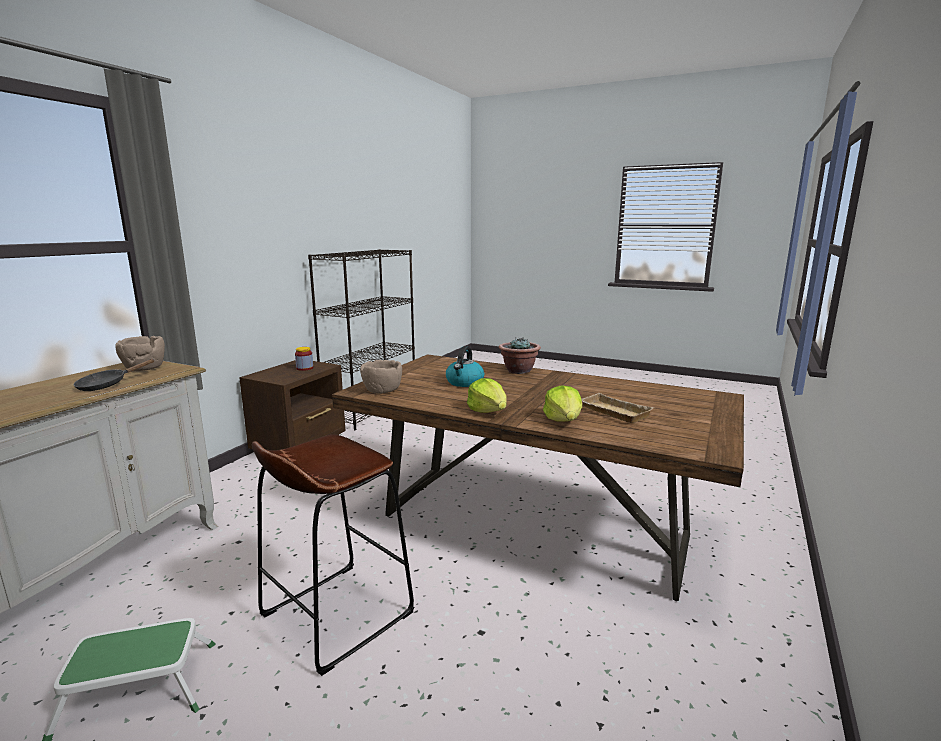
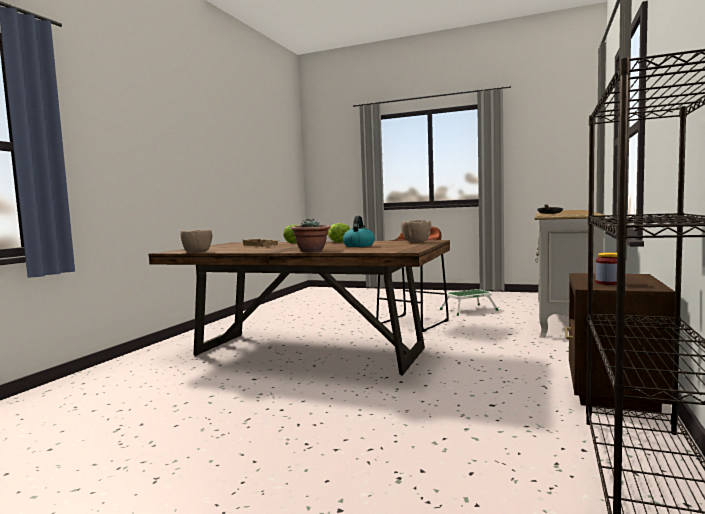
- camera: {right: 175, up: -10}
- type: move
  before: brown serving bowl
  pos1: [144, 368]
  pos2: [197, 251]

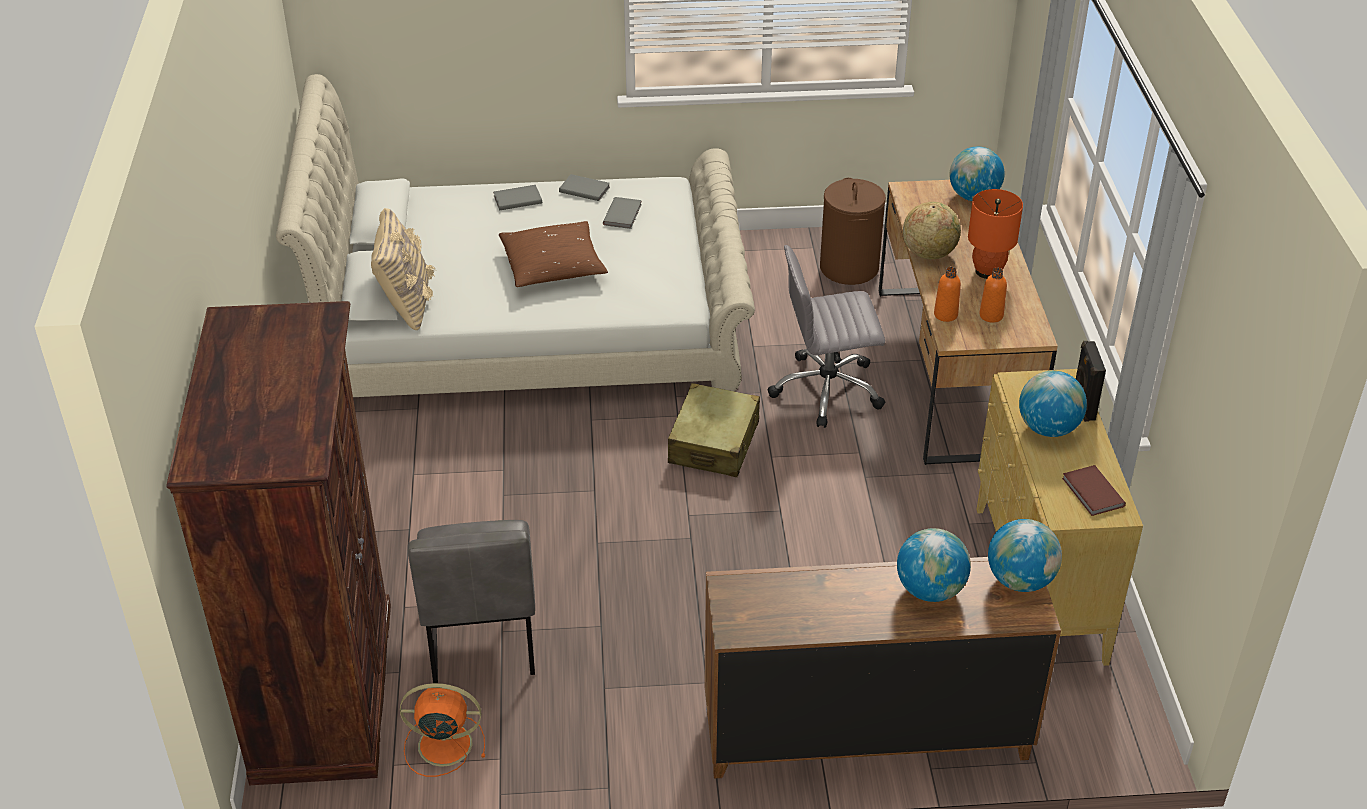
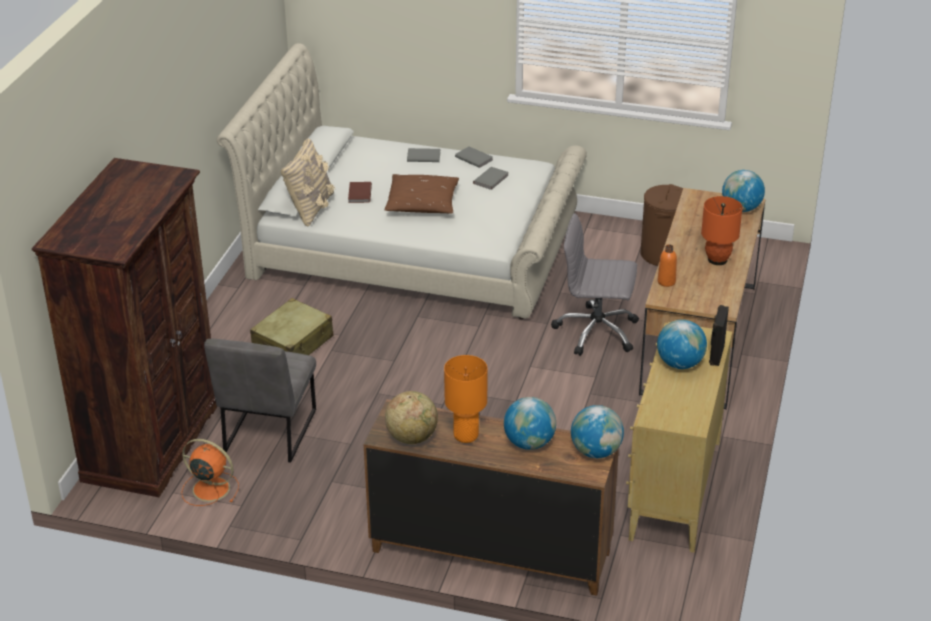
- camera: {right: 20, up: -5}
- type: move
  before: world globe
  pos1: [929, 253]
  pos2: [412, 437]
- type: delete
  before: orangey bottle
  pos1: [991, 315]
- type: move
  before: beige-coloured piece of luggage
  pos1: [714, 443]
  pos2: [293, 343]
- type: move
  before: brown book
  pos1: [1092, 493]
  pos2: [359, 194]
- type: insert
  after: orangey tabletop lamp
  pos2: [466, 437]

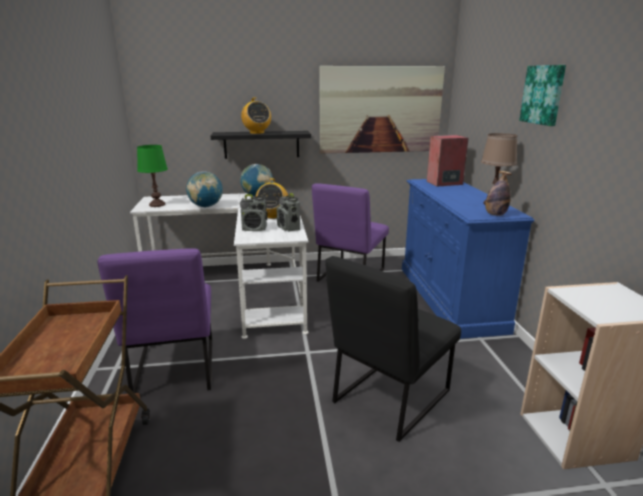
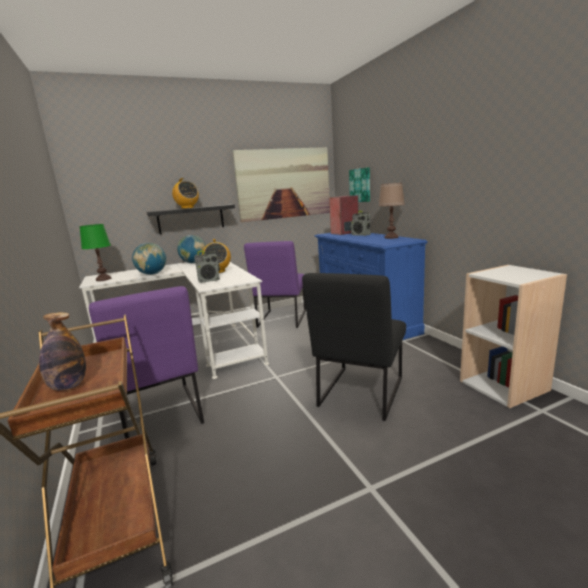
- camera: {right: -15, up: -5}
- type: move
  before: wall art
  pos1: [543, 95]
  pos2: [360, 185]
- type: move
  before: bottle
  pos1: [495, 214]
  pos2: [68, 386]
- type: move
  before: radio
  pos1: [288, 228]
  pos2: [361, 235]

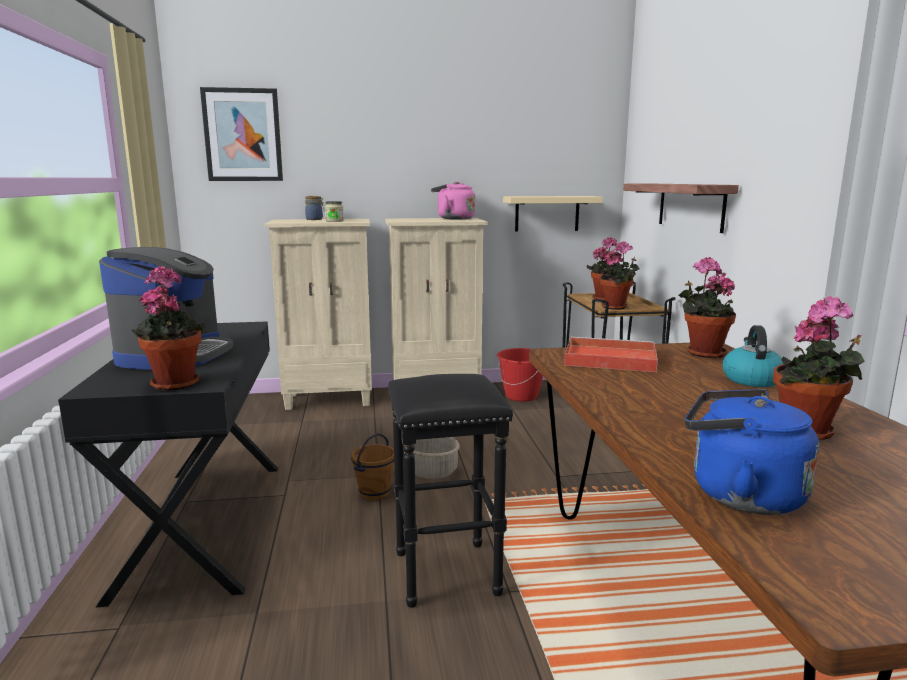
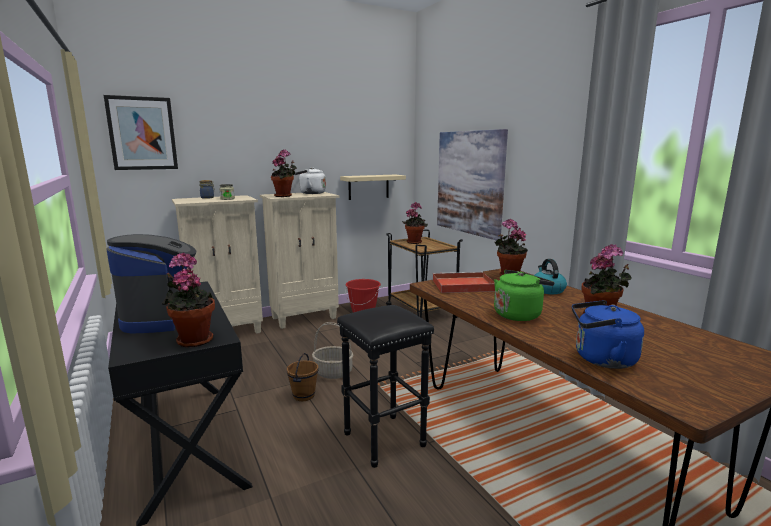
- camera: {right: -20, up: 0}
- type: recolor
  before: pink-coloured tea kettle
  after: white-coloured tea kettle
  pos1: [453, 218]
  pos2: [310, 193]
- type: replace
  before: wall shelf
  after: wall art
  pos1: [690, 206]
  pos2: [469, 182]
- type: move
  before: plant in a pot
  pos1: [616, 307]
  pos2: [284, 196]
- type: insert
  after: green-coloured tea kettle
  pos2: [519, 314]

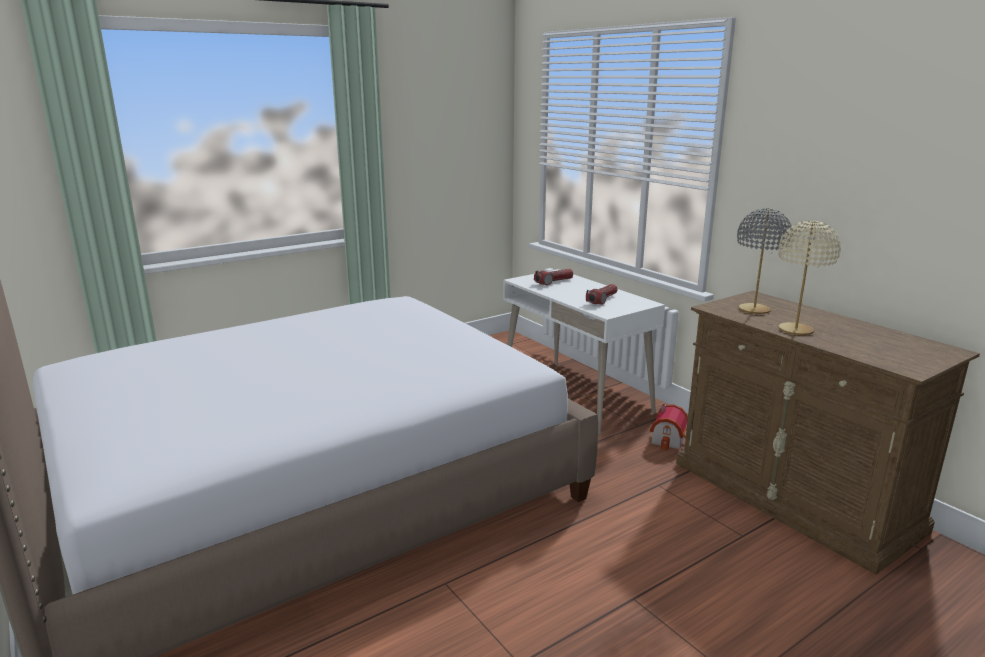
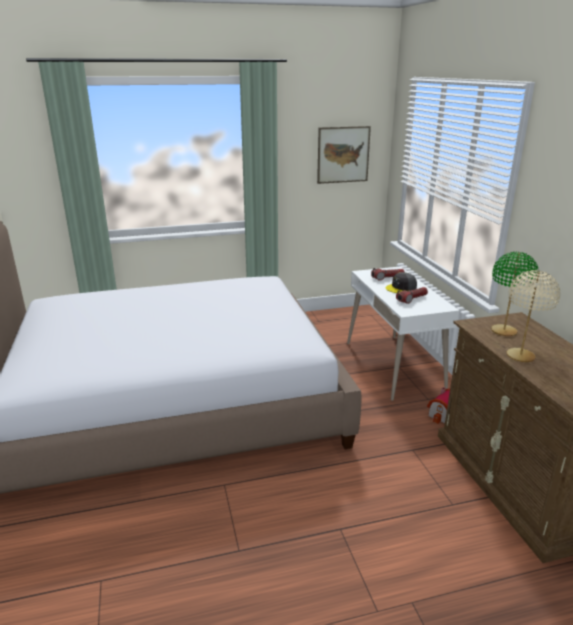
- camera: {right: 20, up: 5}
- type: recolor
  before: gray tabletop lamp
  after: green-coloured tabletop lamp
  pos1: [754, 309]
  pos2: [503, 331]
- type: insert
  after: wall art
  pos2: [343, 154]
- type: insert
  after: gray cap
  pos2: [401, 288]

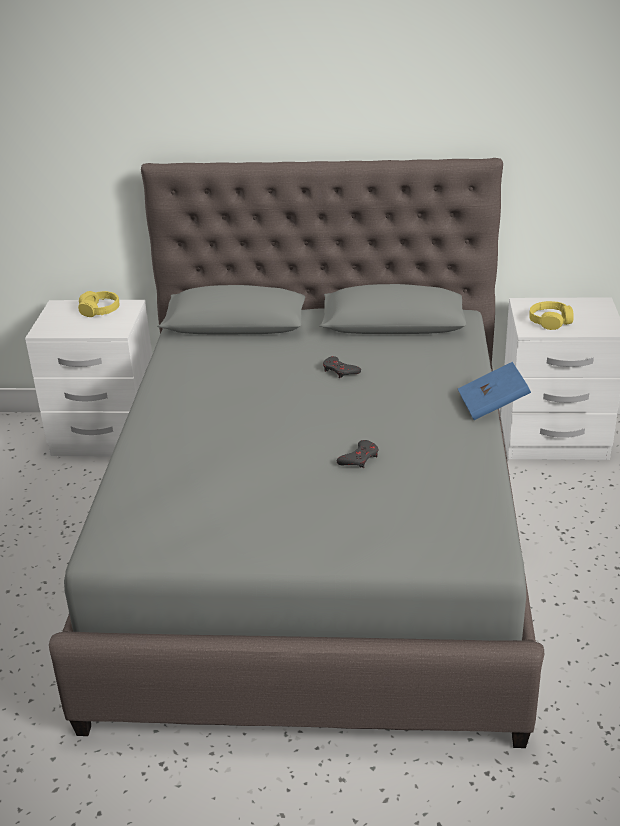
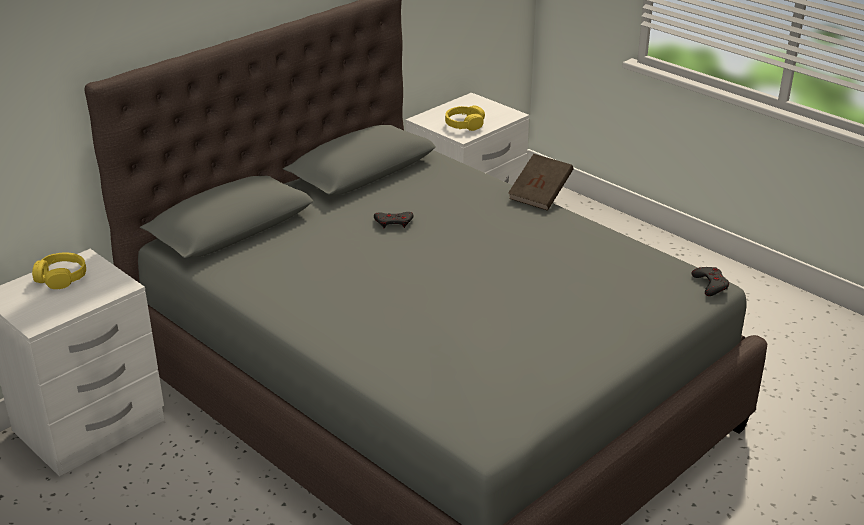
- camera: {right: -50, up: 0}
- type: recolor
  before: blue-coloured book
  after: brown book
  pos1: [492, 405]
  pos2: [540, 195]
- type: move
  before: gray gamepad
  pos1: [359, 458]
  pos2: [710, 284]

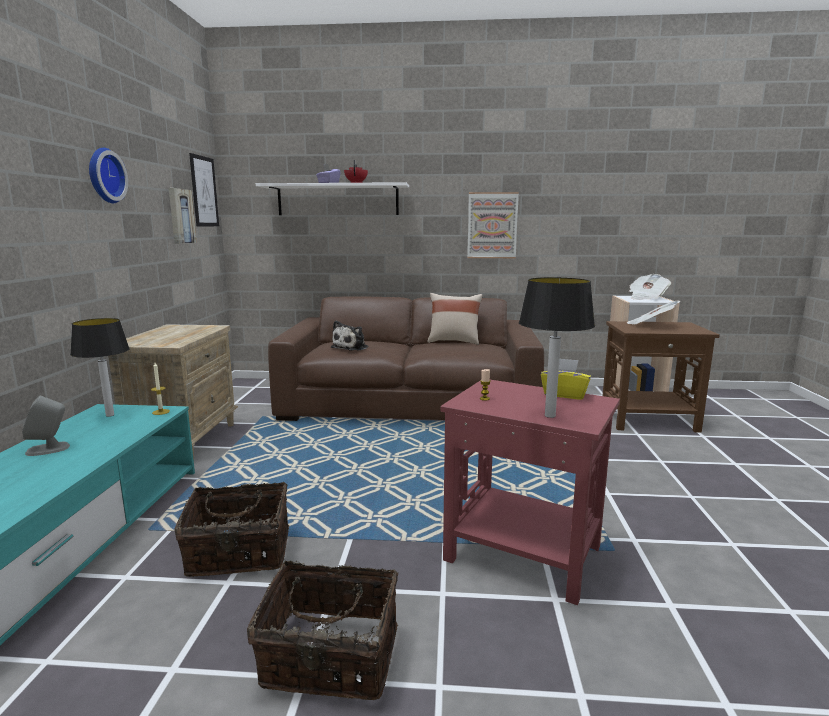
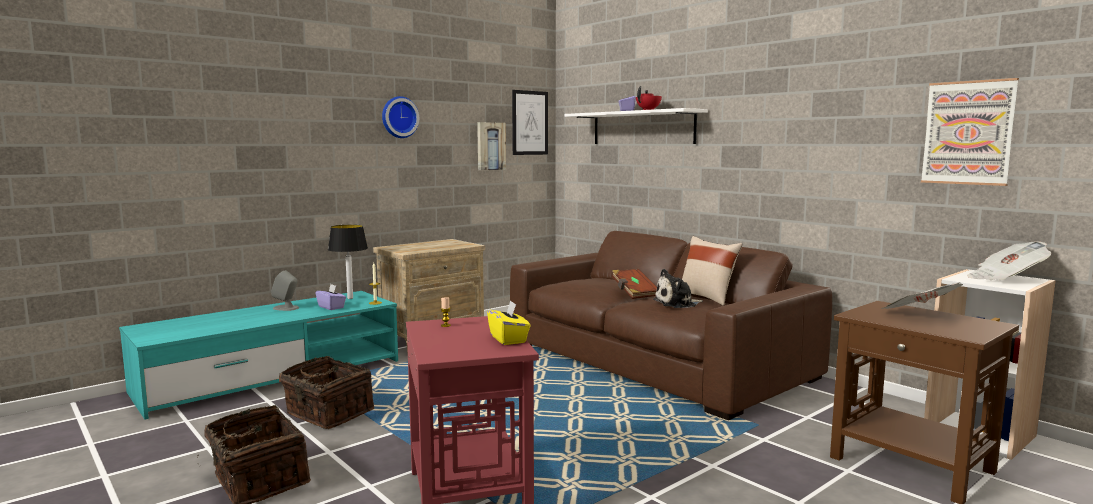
- camera: {right: 45, up: -5}
- type: move
  before: wall art
  pos1: [492, 225]
  pos2: [968, 133]
- type: delete
  before: tabletop lamp
  pos1: [549, 415]
- type: move
  before: soft toy
  pos1: [351, 347]
  pos2: [677, 303]
- type: insert
  after: brown book
  pos2: [634, 293]
- type: insert
  after: purplish box of tissues
  pos2: [331, 307]

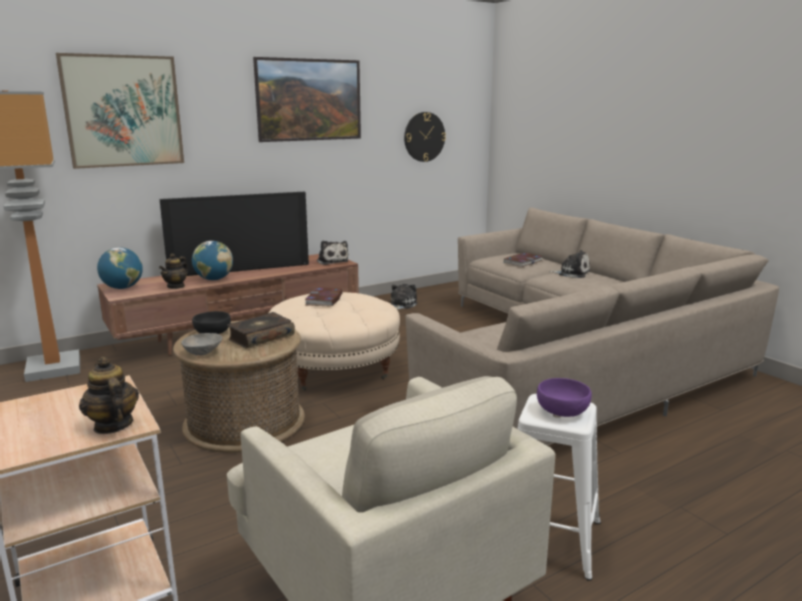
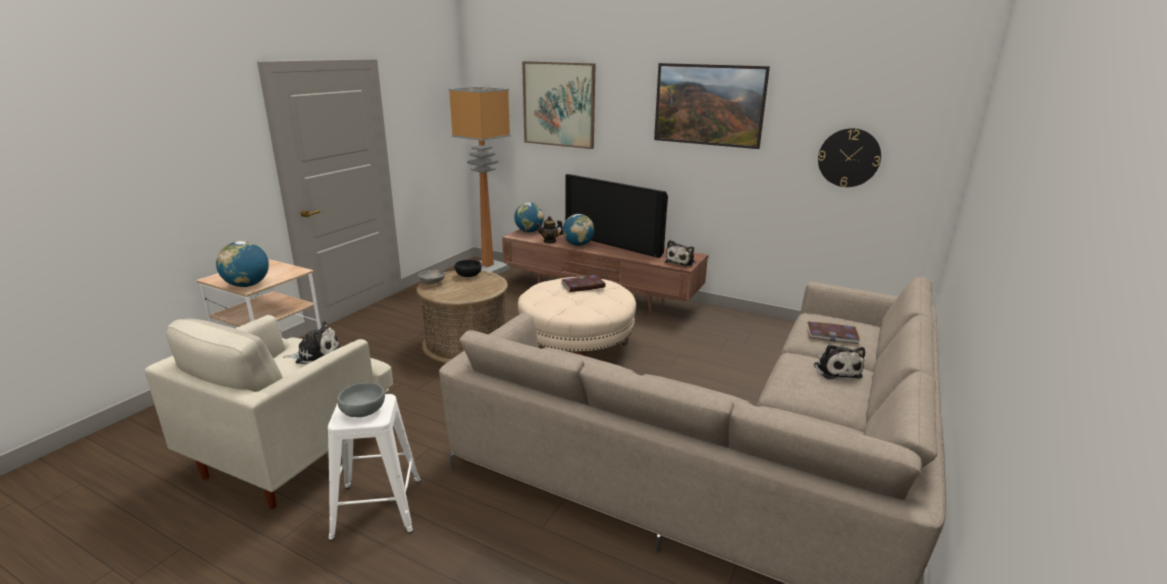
- camera: {right: 60, up: 5}
- type: move
  before: soft toy
  pos1: [401, 305]
  pos2: [315, 355]
- type: delete
  before: book
  pos1: [261, 337]
- type: replace
  before: pot for tea
  after: world globe
  pos1: [113, 425]
  pos2: [247, 285]
- type: recolor
  before: purplish serving bowl
  after: gray serving bowl
  pos1: [562, 410]
  pos2: [364, 410]

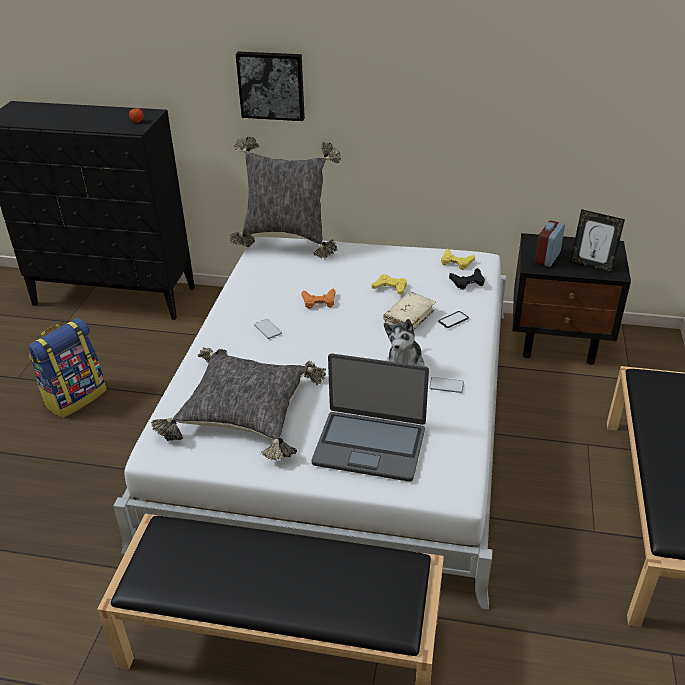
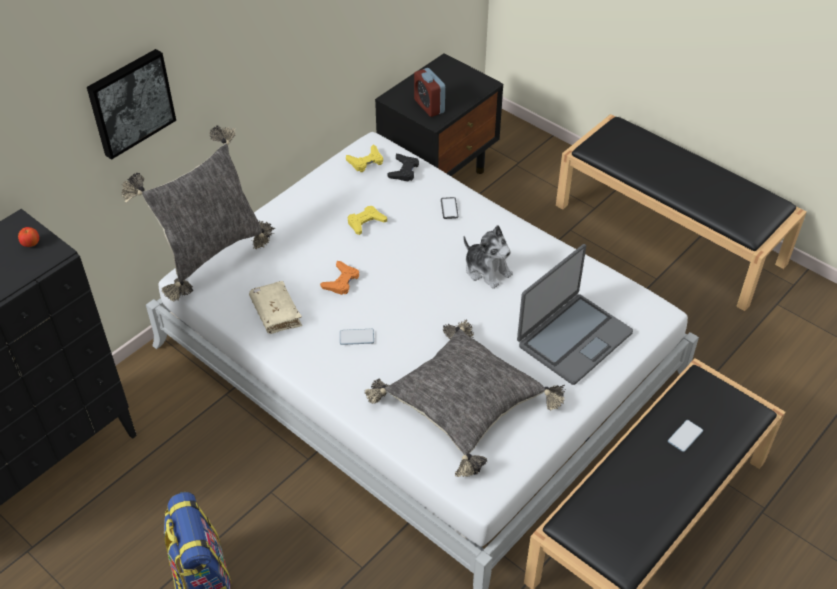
- camera: {right: -60, up: 10}
- type: delete
  before: standing frame
  pos1: [591, 265]
- type: move
  before: beige-coloured book
  pos1: [409, 317]
  pos2: [276, 313]
- type: move
  before: telephone
  pos1: [446, 385]
  pos2: [685, 436]

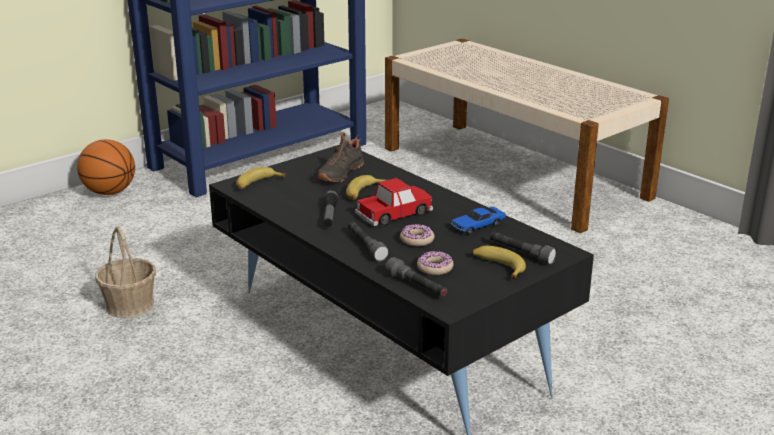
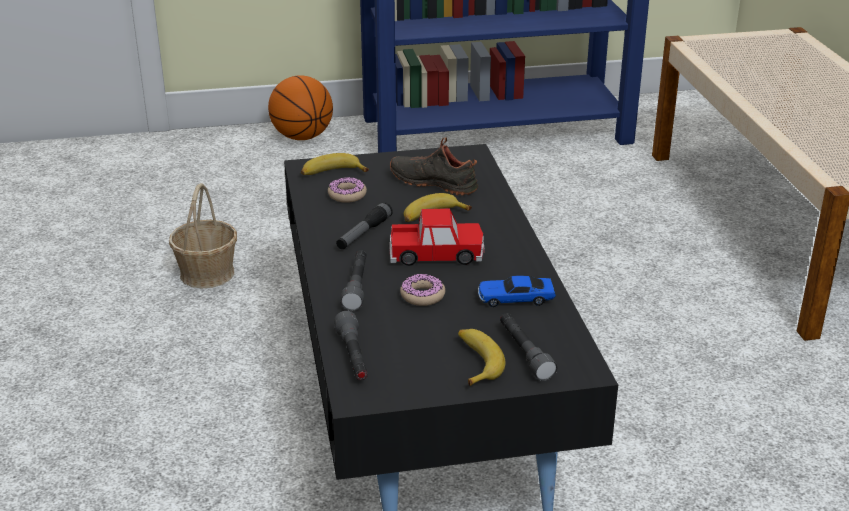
- camera: {right: 30, up: 5}
- type: rotate
  before: blackish low shoe
  pos1: [339, 173]
  pos2: [434, 182]
  turn: 60
- type: move
  before: ring doughnut
  pos1: [435, 268]
  pos2: [347, 195]

